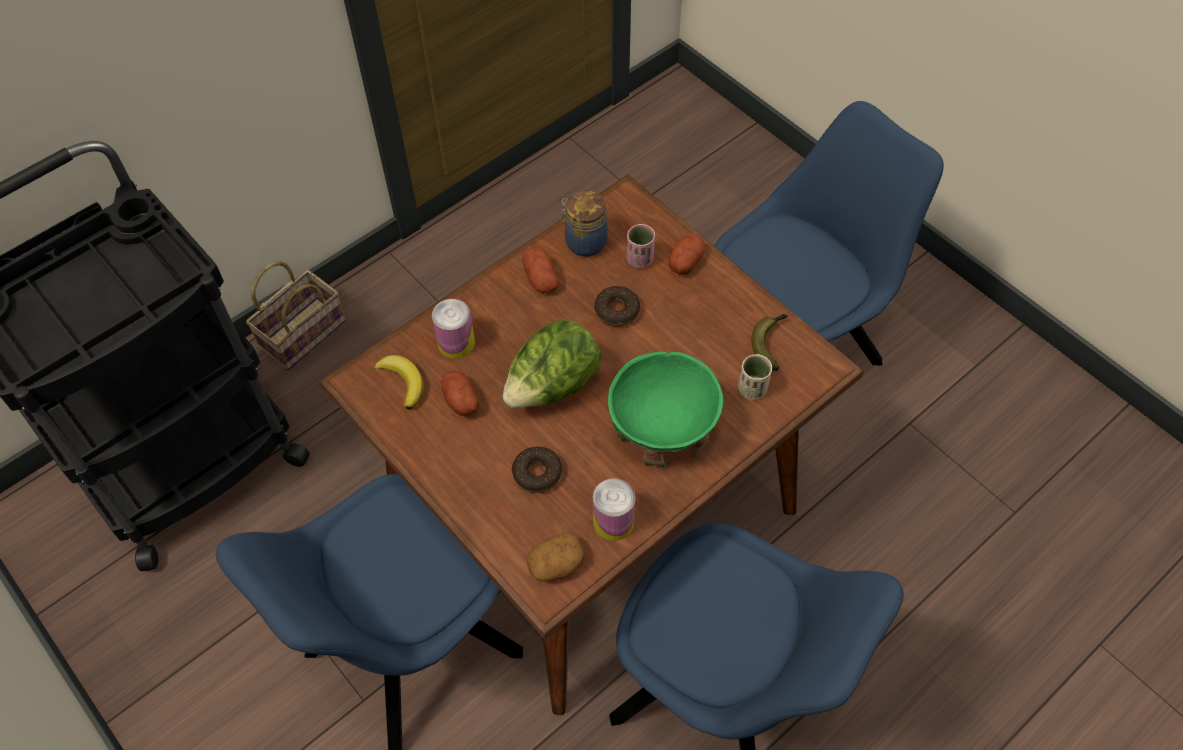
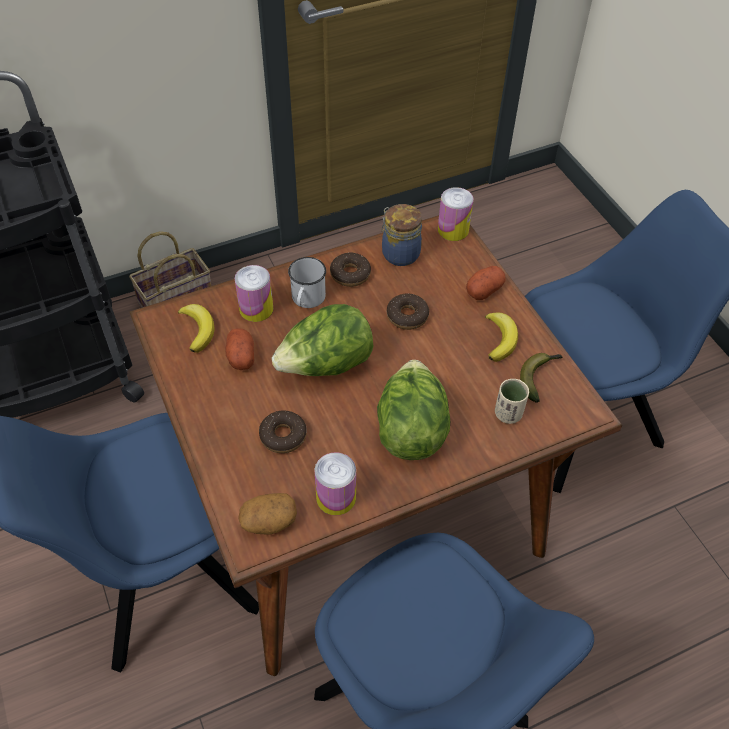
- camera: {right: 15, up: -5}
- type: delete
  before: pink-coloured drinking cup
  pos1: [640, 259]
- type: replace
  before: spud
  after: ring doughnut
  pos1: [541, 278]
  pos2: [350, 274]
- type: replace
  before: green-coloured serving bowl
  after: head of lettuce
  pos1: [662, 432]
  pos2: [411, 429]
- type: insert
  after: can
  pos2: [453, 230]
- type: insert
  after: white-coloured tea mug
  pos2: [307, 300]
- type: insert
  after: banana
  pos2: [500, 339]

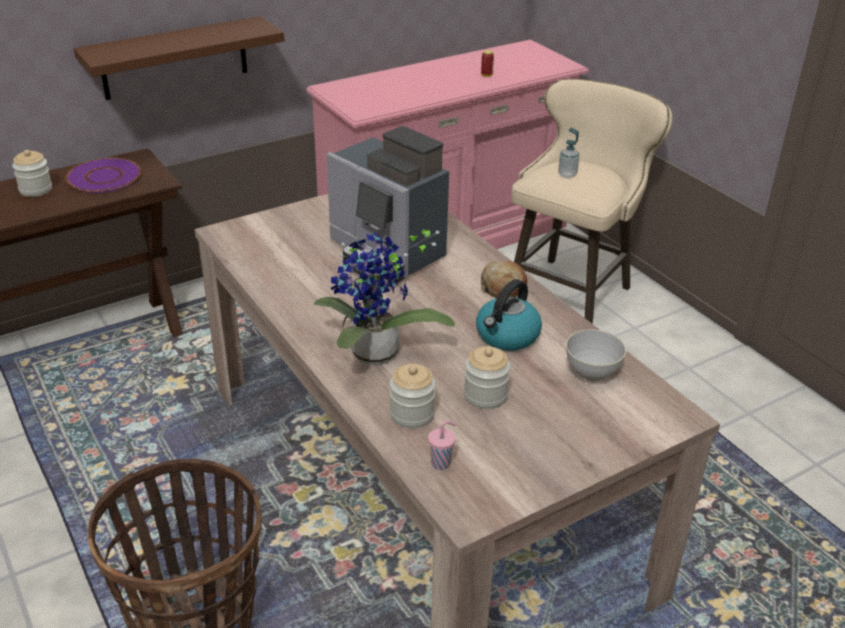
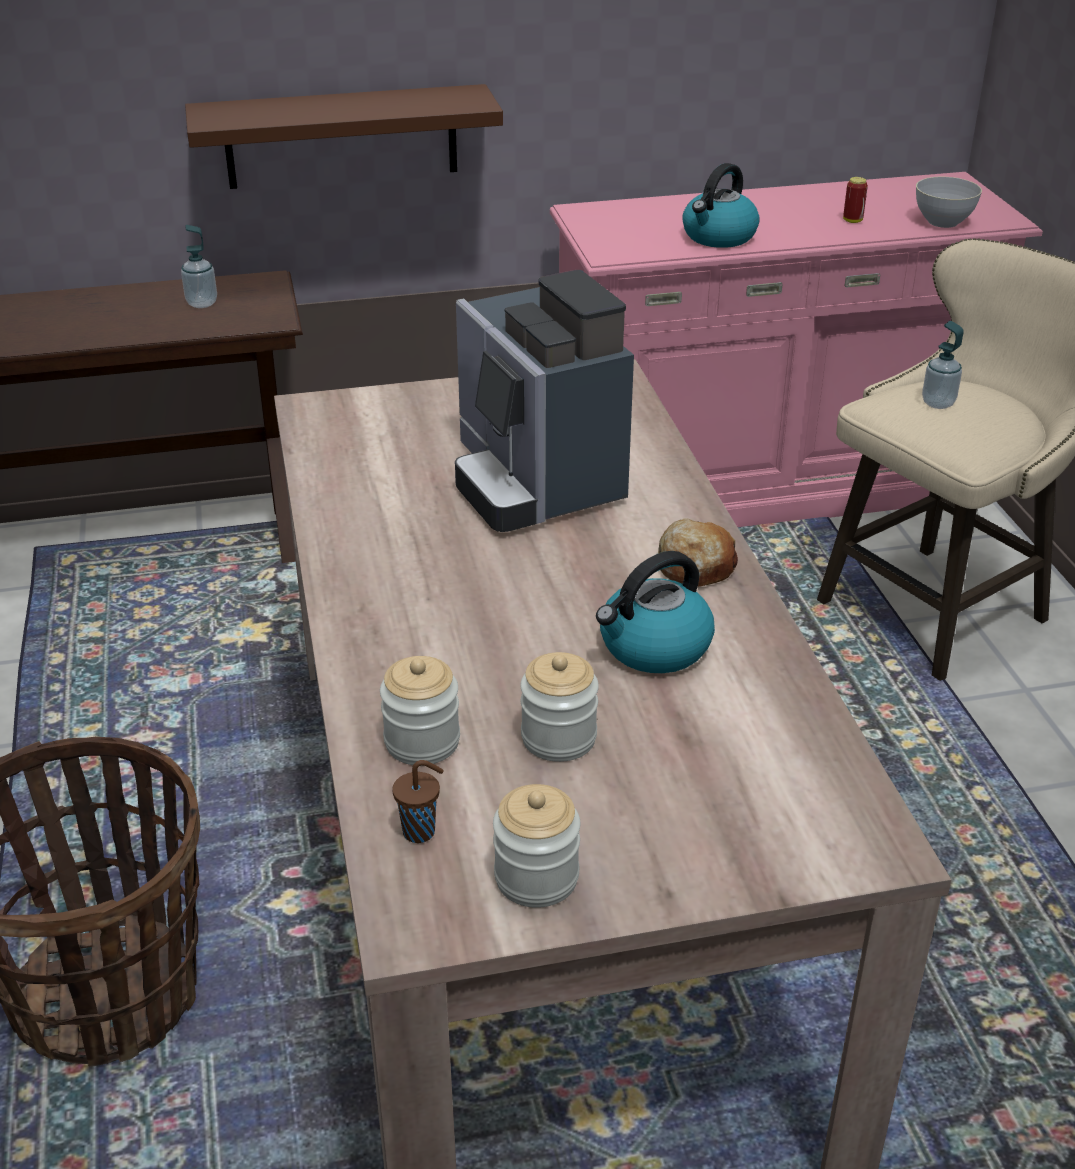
- camera: {right: 20, up: 0}
- type: move
  before: preserve jar
  pos1: [36, 190]
  pos2: [536, 877]
- type: replace
  before: purplish flat dish
  after: soap bottle
  pos1: [104, 177]
  pos2: [202, 303]
- type: delete
  before: plant in a pot
  pos1: [375, 357]
- type: move
  before: gray serving bowl
  pos1: [591, 373]
  pos2: [942, 222]
- type: recolor
  before: pink-coloured drinking cup
  after: brown drinking cup
  pos1: [441, 463]
  pos2: [421, 832]
- type: insert
  after: tea kettle
  pos2: [718, 237]

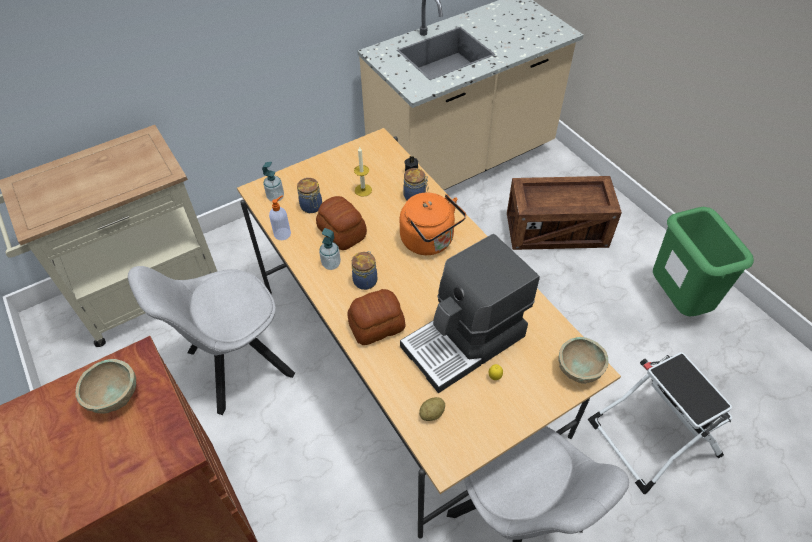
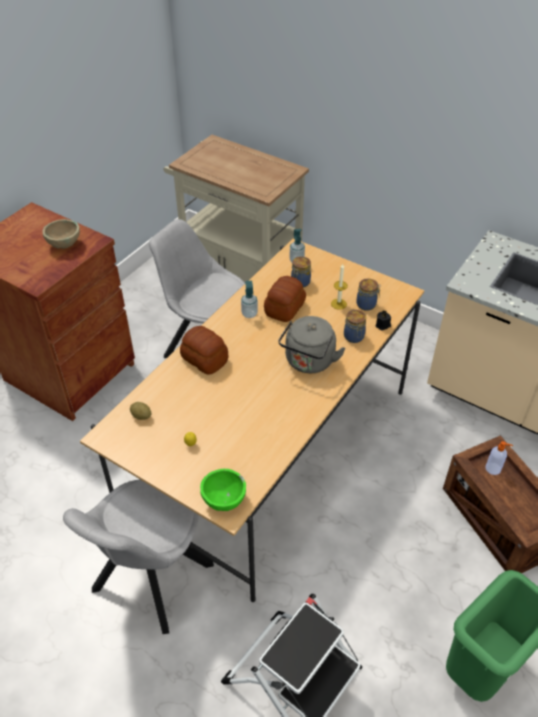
- camera: {right: 65, up: -5}
- type: recolor
  before: orangey tea kettle
  after: gray tea kettle
  pos1: [430, 241]
  pos2: [308, 362]
- type: move
  before: soap bottle
  pos1: [283, 233]
  pos2: [493, 469]
- type: delete
  before: coffee brewer
  pos1: [465, 342]
- type: move
  before: preserve jar
  pos1: [365, 280]
  pos2: [367, 304]
- type: recolor
  before: beige-coloured serving bowl
  after: green-coloured serving bowl
  pos1: [579, 370]
  pos2: [224, 500]

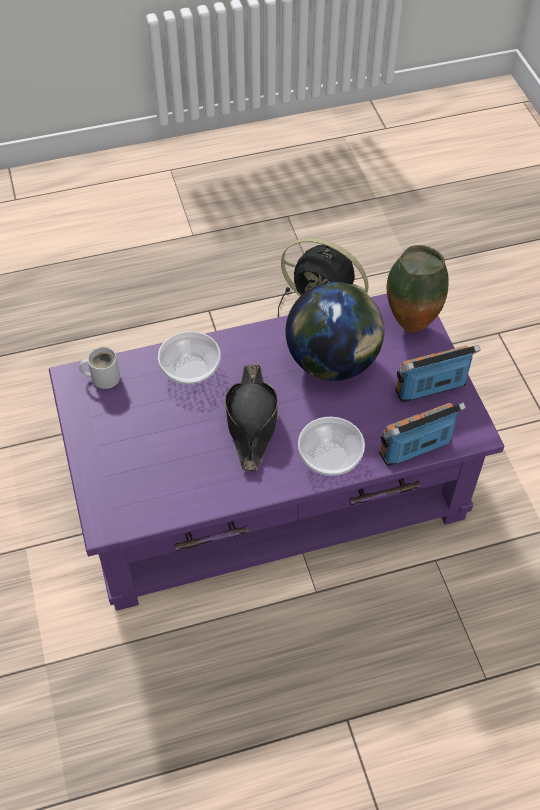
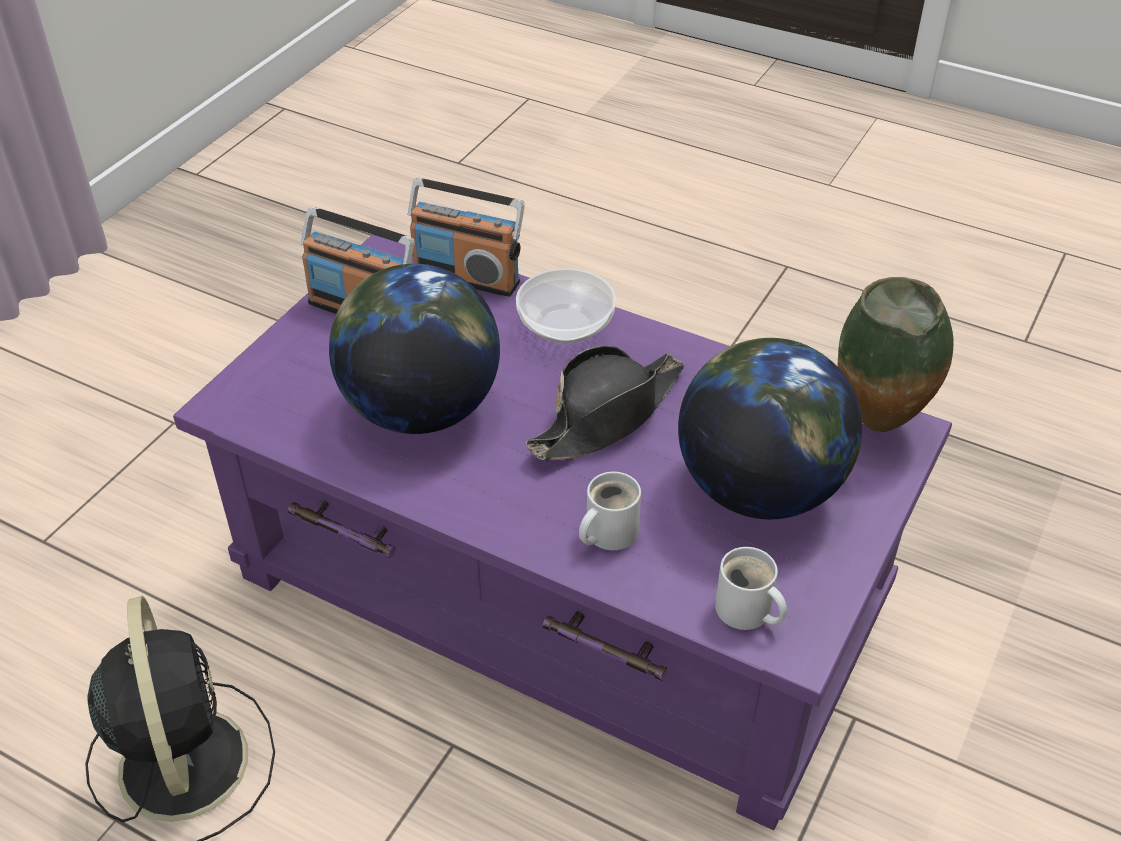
- camera: {right: -135, up: -10}
- type: move
  before: decorative vase
  pos1: [410, 324]
  pos2: [878, 428]
- type: replace
  before: serving bowl
  after: white-coloured tea mug
  pos1: [190, 368]
  pos2: [606, 533]
- type: insert
  after: world globe
  pos2: [759, 488]

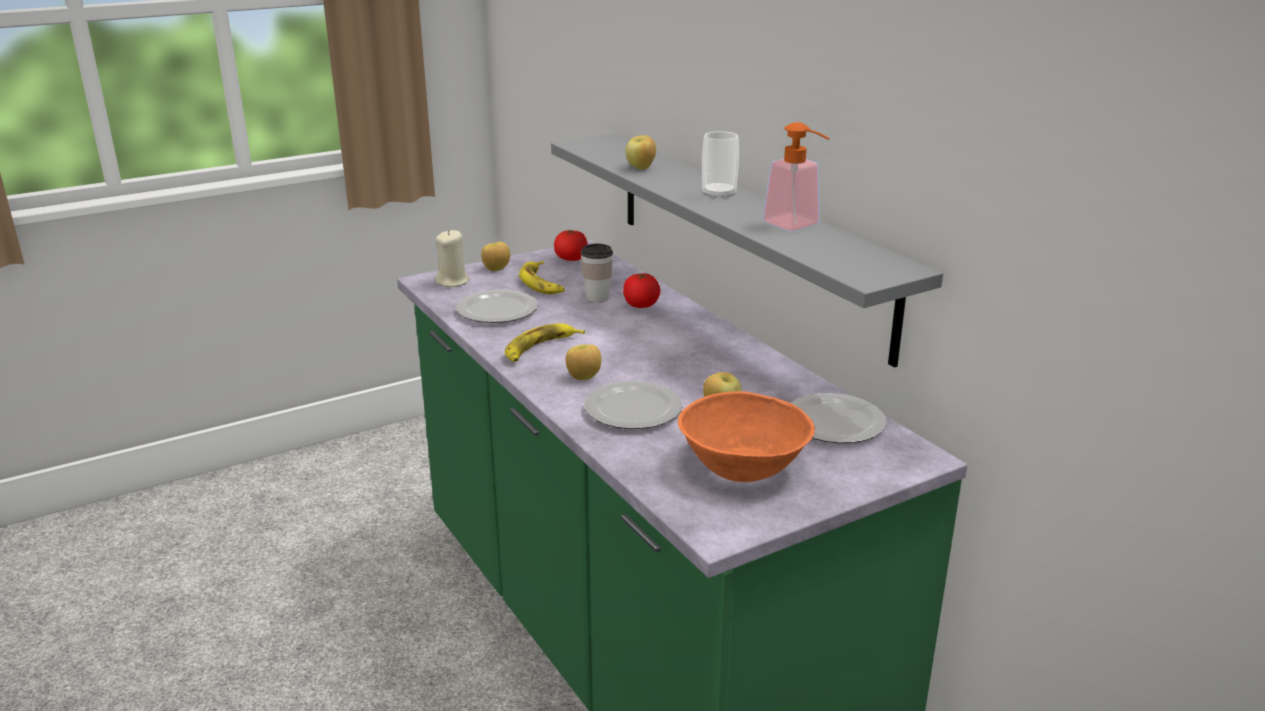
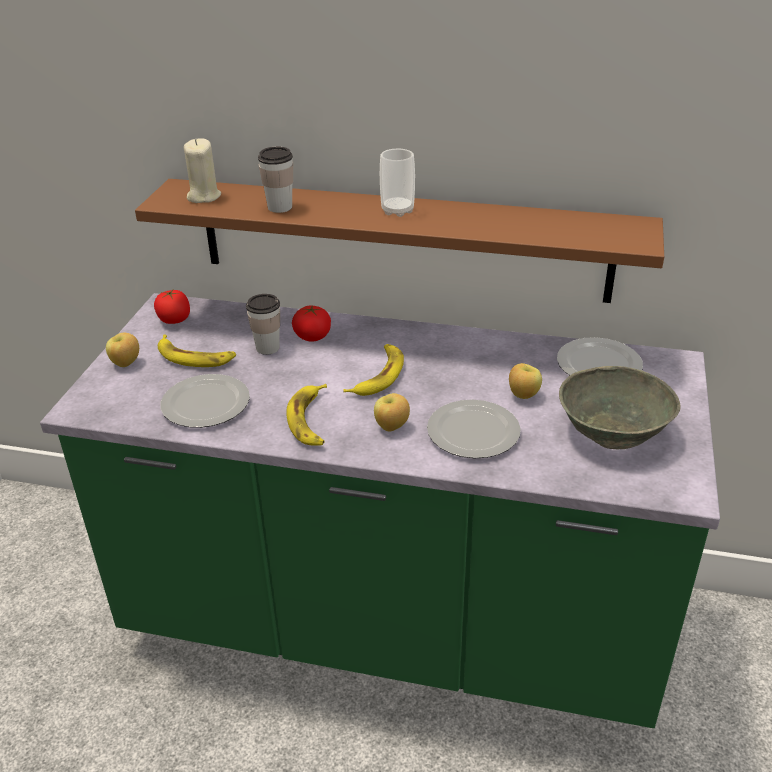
- camera: {right: -45, up: 10}
- type: delete
  before: soap bottle
  pos1: [797, 226]
- type: recolor
  before: gray wall shelf
  after: brown wall shelf
  pos1: [745, 237]
  pos2: [402, 240]
- type: replace
  before: apple
  after: drinking cup
  pos1: [641, 168]
  pos2: [280, 207]
- type: move
  before: beige-coloured wax candle
  pos1: [453, 282]
  pos2: [204, 196]
- type: recolor
  before: orangey serving bowl
  after: gray serving bowl
  pos1: [744, 465]
  pos2: [612, 431]
- type: insert
  after: banana
  pos2: [378, 375]

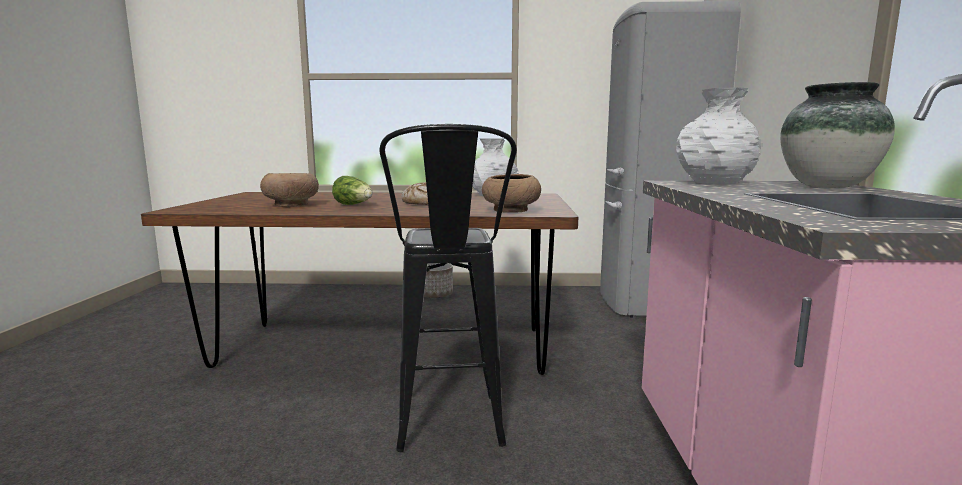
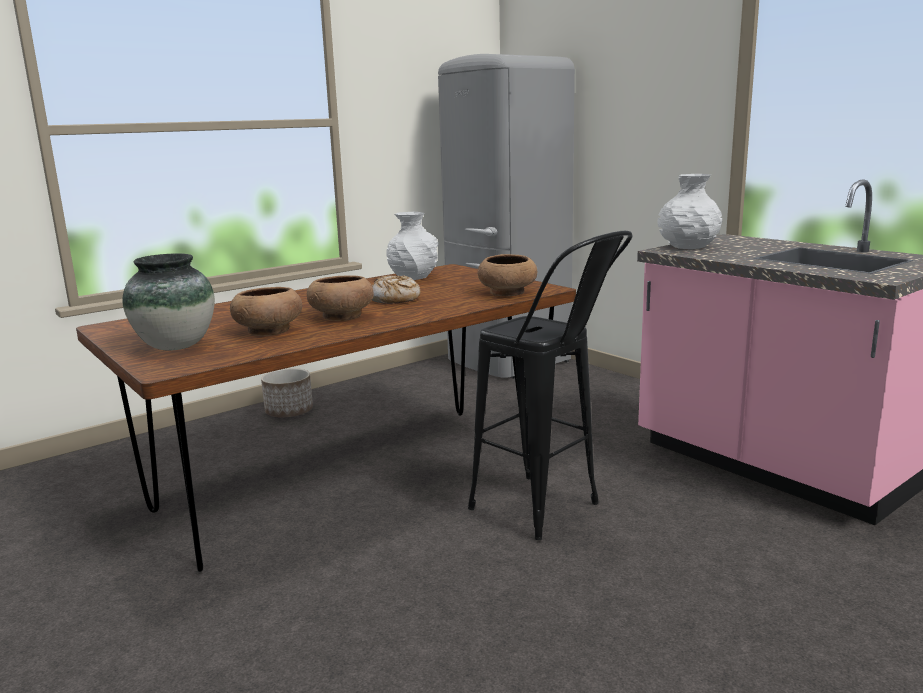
- camera: {right: -40, up: 5}
- type: move
  before: decorative vase
  pos1: [828, 186]
  pos2: [176, 346]
- type: replace
  before: head of lettuce
  after: brown serving bowl
  pos1: [354, 205]
  pos2: [341, 316]

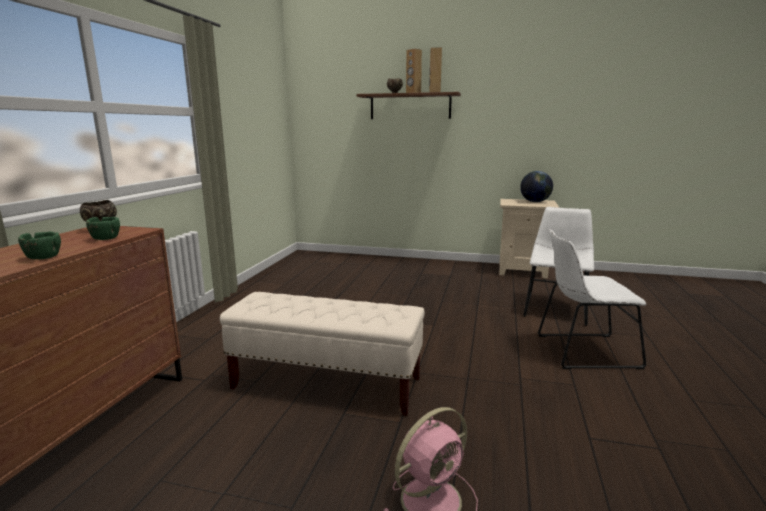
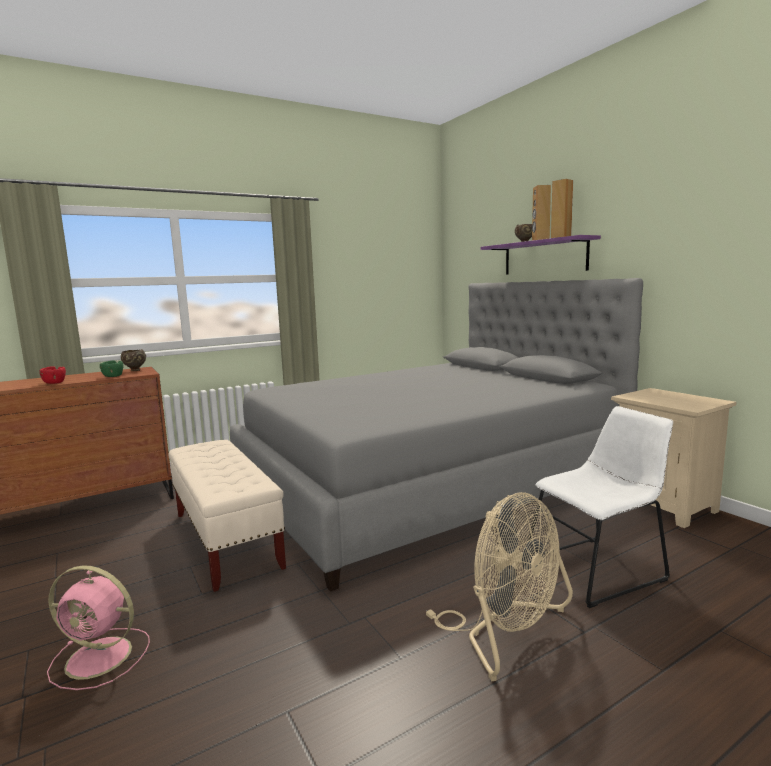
- camera: {right: 45, up: -5}
- type: recolor
  before: brown wall shelf
  after: purplish wall shelf
  pos1: [410, 106]
  pos2: [544, 257]
- type: delete
  before: world globe
  pos1: [535, 202]
- type: replace
  before: white-coloured plain chair
  after: beige-coloured cooling fan
  pos1: [582, 351]
  pos2: [503, 632]
- type: recolor
  before: green-coloured serving bowl
  after: red serving bowl
  pos1: [43, 257]
  pos2: [54, 383]
- type: insert
  after: gray bedroom bed
  pos2: [429, 484]

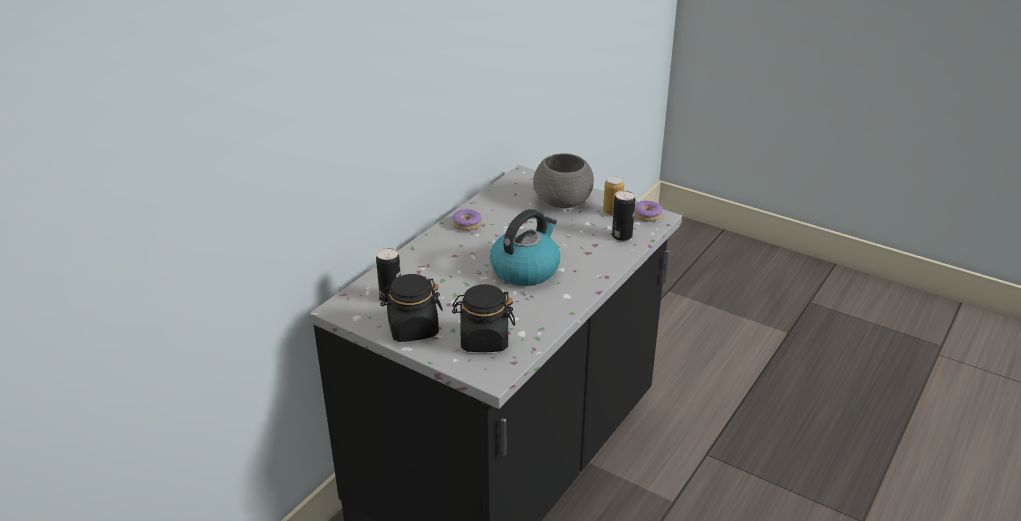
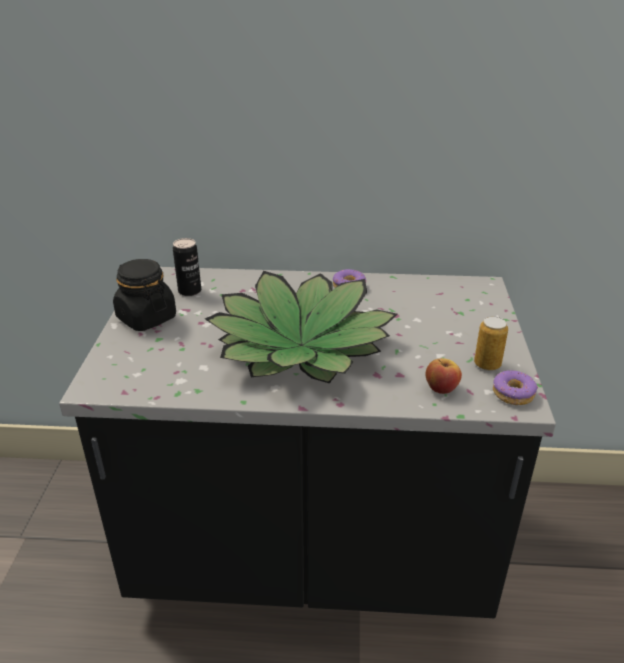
- camera: {right: 60, up: 0}
- type: delete
  before: gray serving bowl
  pos1: [563, 202]
- type: replace
  before: can
  after: apple
  pos1: [621, 236]
  pos2: [441, 388]
- type: replace
  before: tea kettle
  after: plant in a pot
  pos1: [525, 269]
  pos2: [301, 345]
- type: delete
  before: blackish preserve jar
  pos1: [484, 340]

